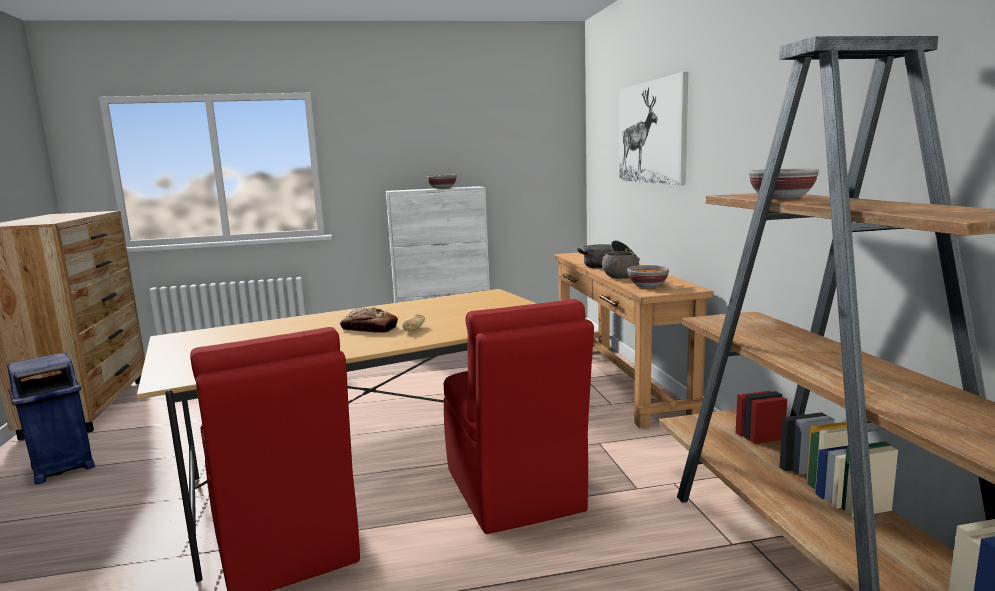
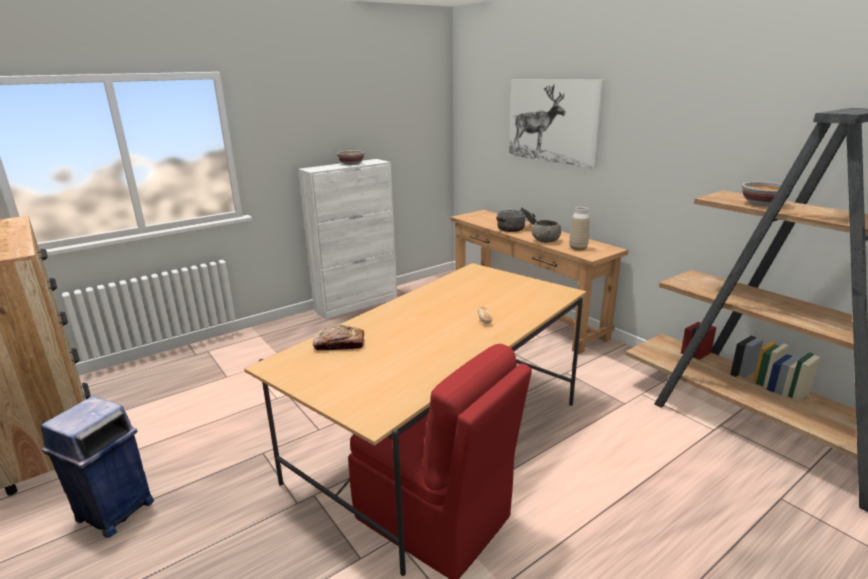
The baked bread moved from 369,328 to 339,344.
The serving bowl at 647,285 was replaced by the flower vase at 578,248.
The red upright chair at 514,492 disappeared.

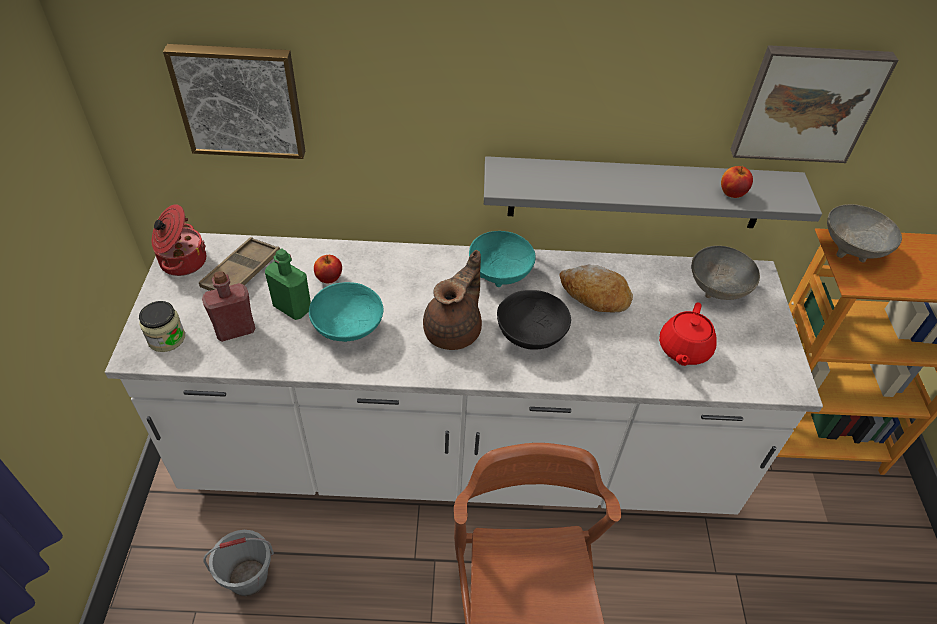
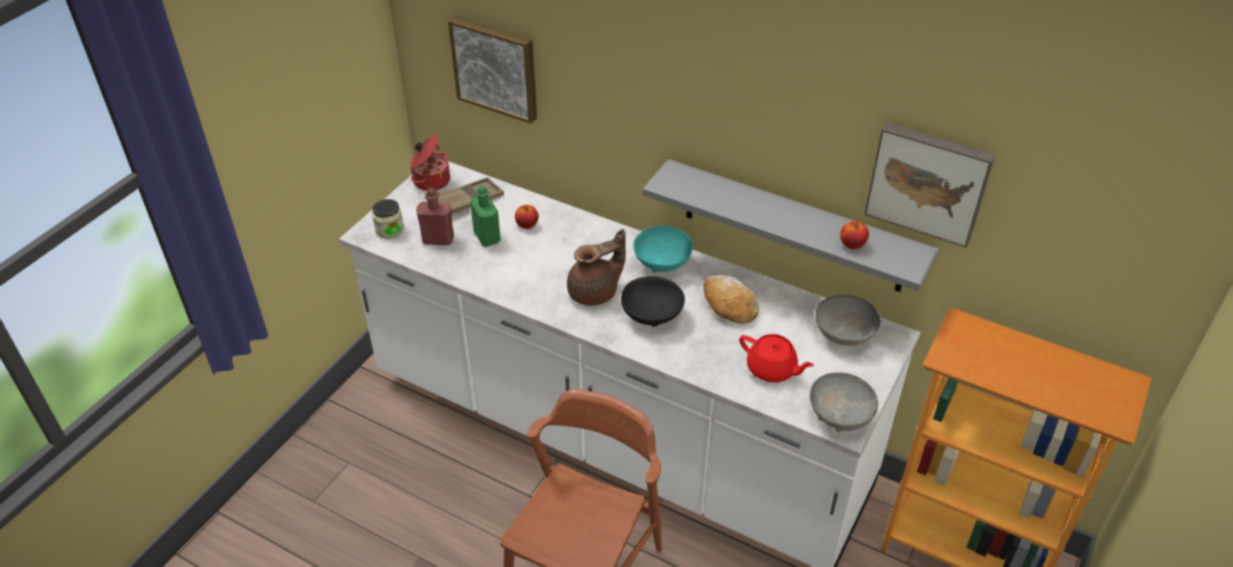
The red tea pot at 683,349 turned 105 degrees counterclockwise.
The gray serving bowl moved from 853,250 to 840,418.
The gray water bucket at 248,577 disappeared.
The turquoise serving bowl at 347,329 disappeared.

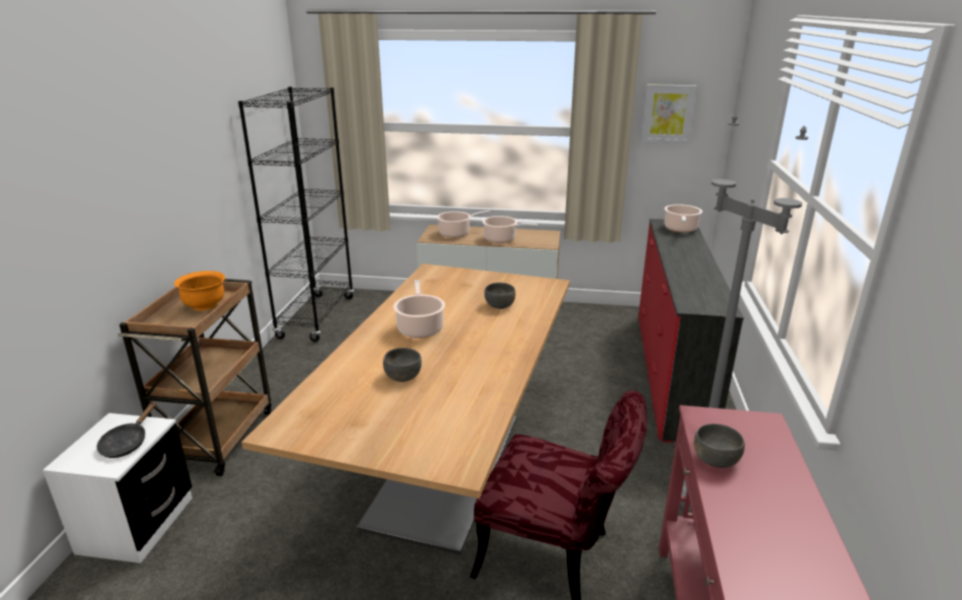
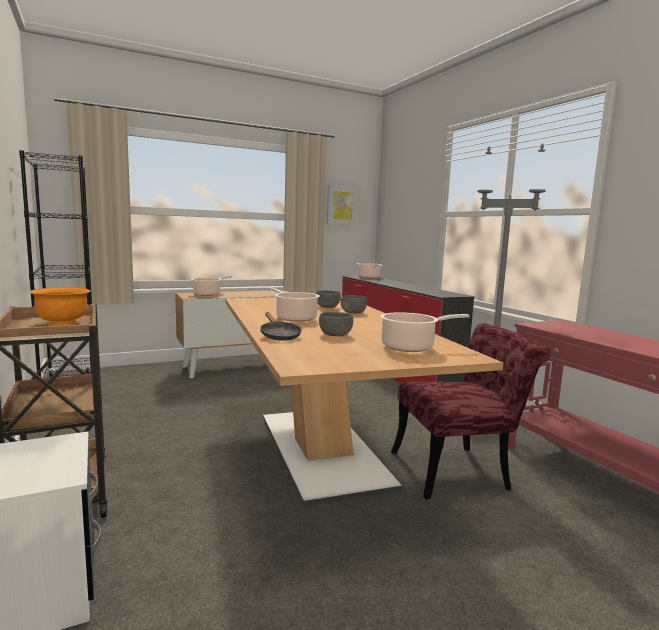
The black-coloured pan moved from 127,443 to 279,336.
The gray serving bowl moved from 715,459 to 353,312.
The stockpot moved from 502,239 to 411,347.

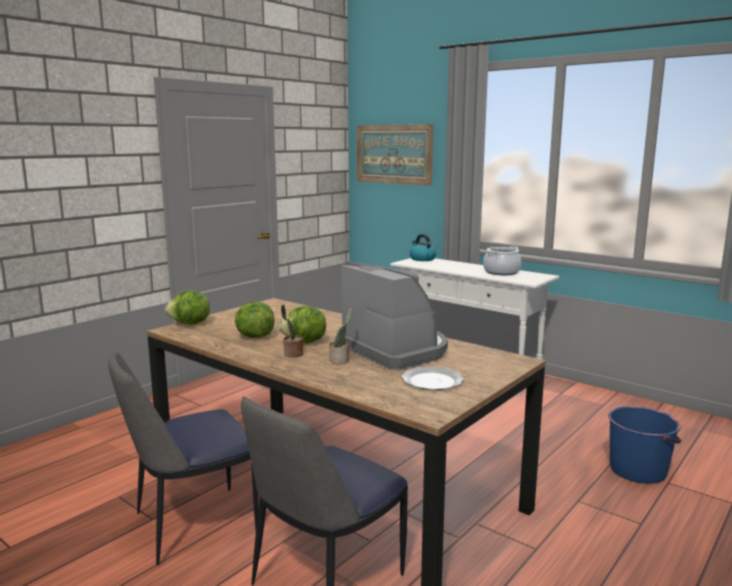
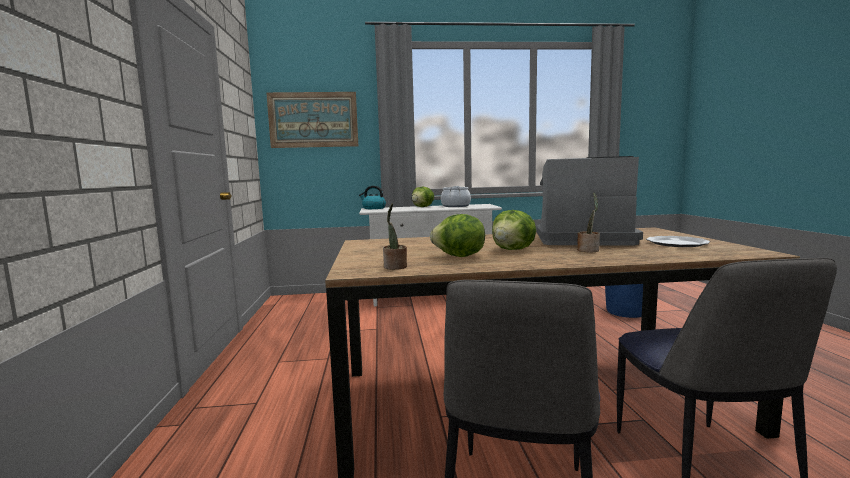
The plant in a pot moved from 292,354 to 395,267.
The head of lettuce moved from 190,324 to 423,207.

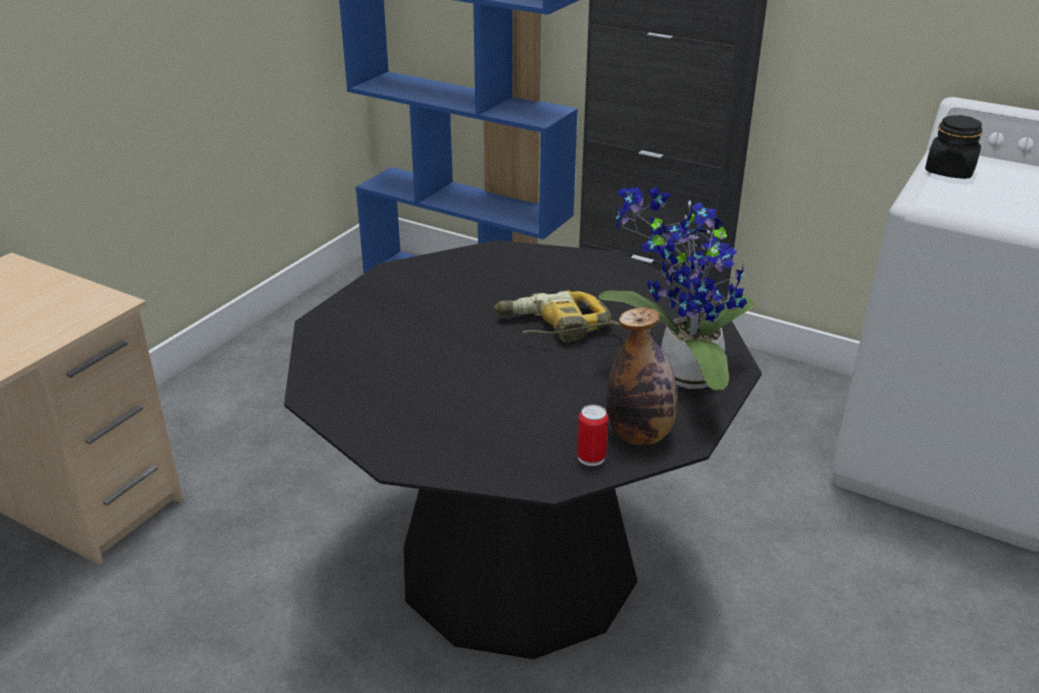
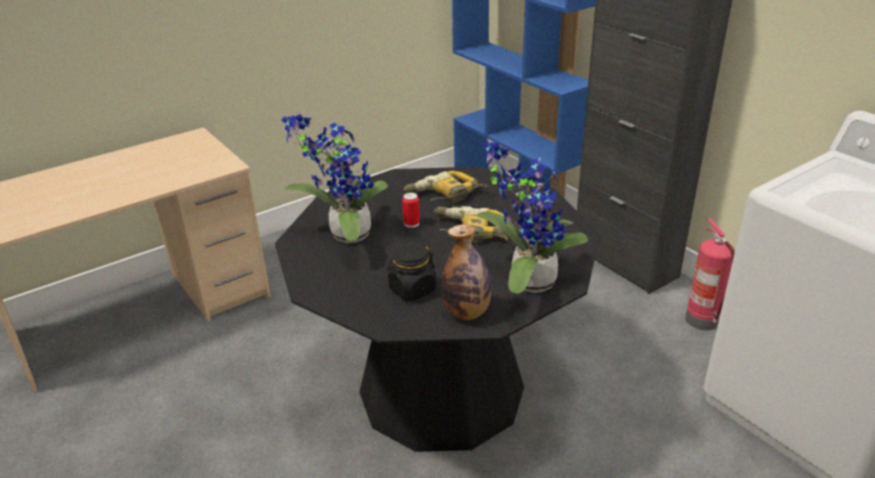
The plant in a pot at 345,235 appeared.
The black-coloured preserve jar moved from 949,171 to 412,289.
The metal can moved from 591,457 to 411,223.
The power drill at 445,195 appeared.
The fire extinguisher at 703,320 appeared.

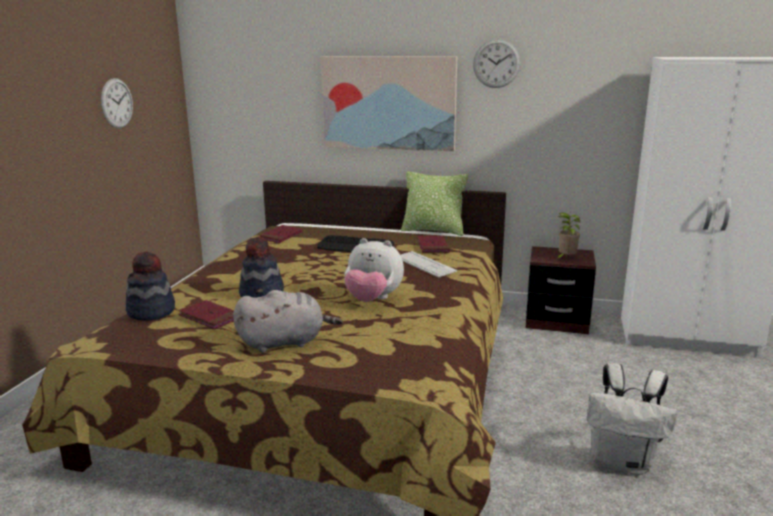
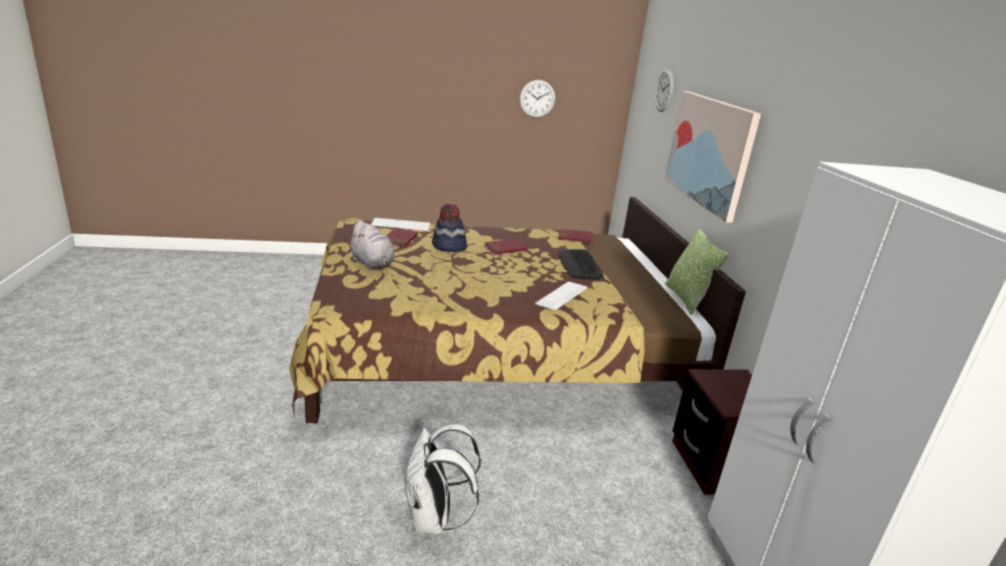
The wearable hat at 151,311 was replaced by the keyboard at 401,225.
The red book moved from 432,246 to 505,249.
The hanging clock moved from 496,63 to 664,90.
The soft toy at 373,300 disappeared.
The plant in a pot at 565,259 disappeared.

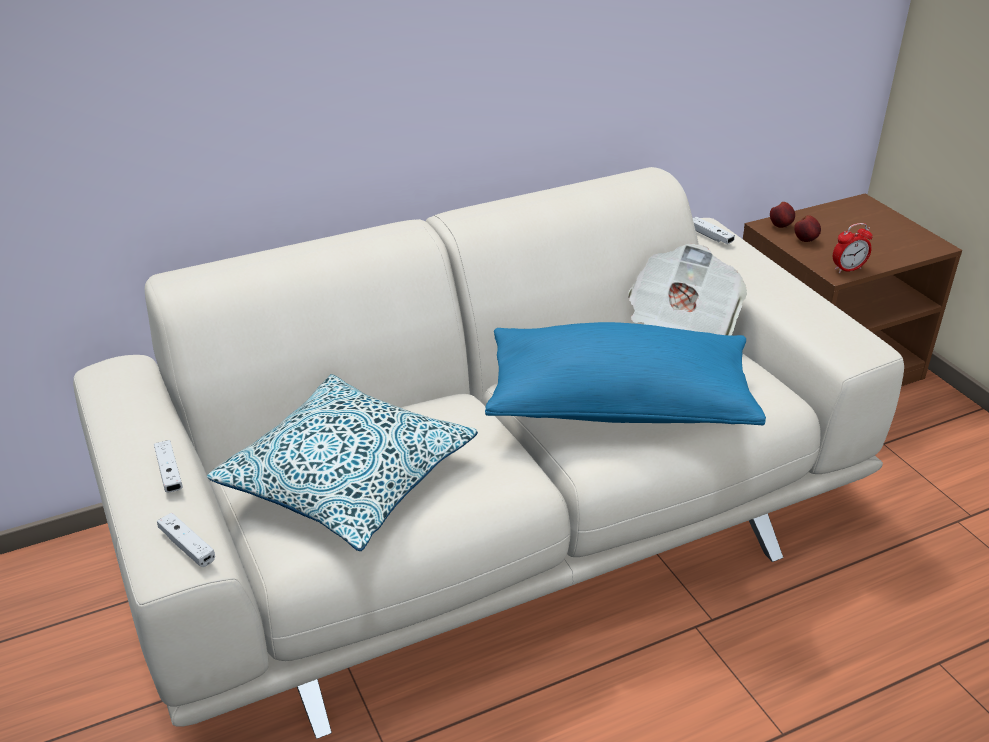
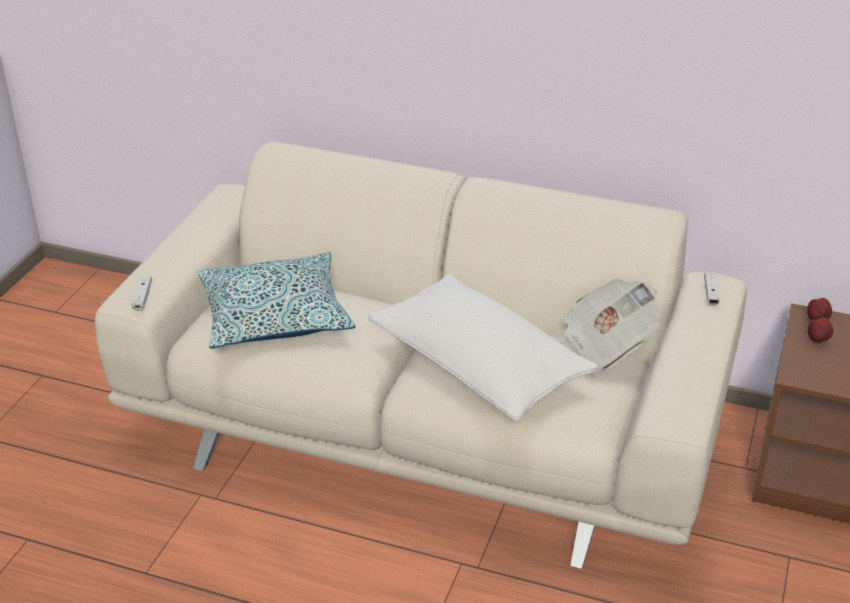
The blue-coloured throw pillow at 619,405 became the whitish throw pillow at 479,367.
The whitish gamepad at 169,473 disappeared.
The alarm clock at 848,269 disappeared.

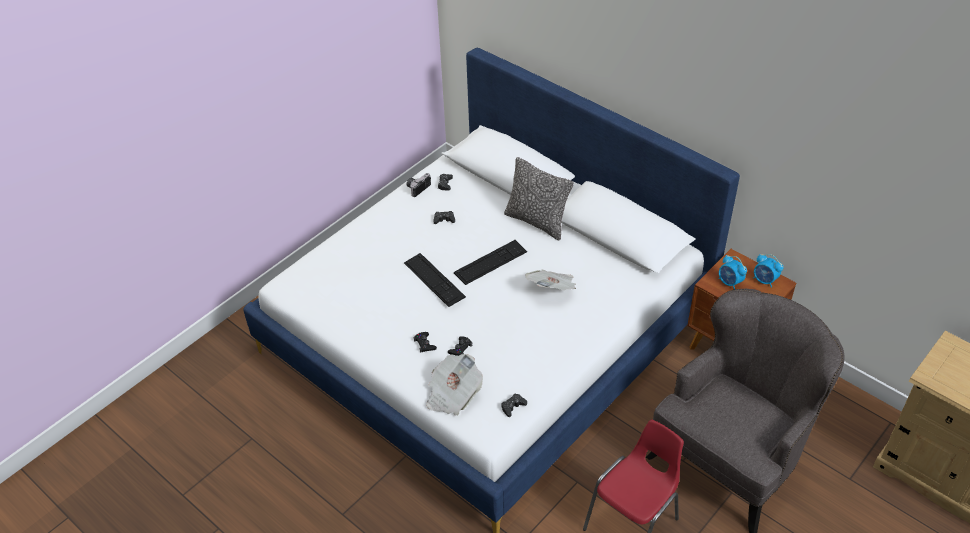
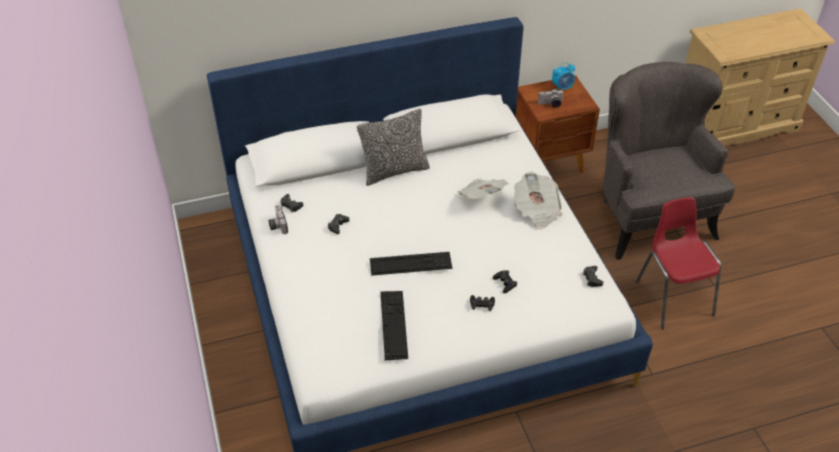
The keyboard moved from 490,262 to 394,324.
The newspaper moved from 453,394 to 537,210.
The alarm clock at 729,282 was replaced by the still camera at 551,104.

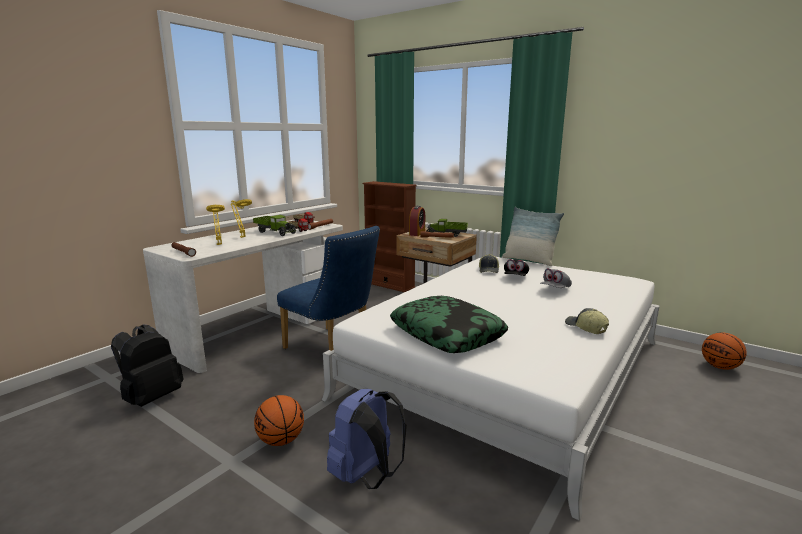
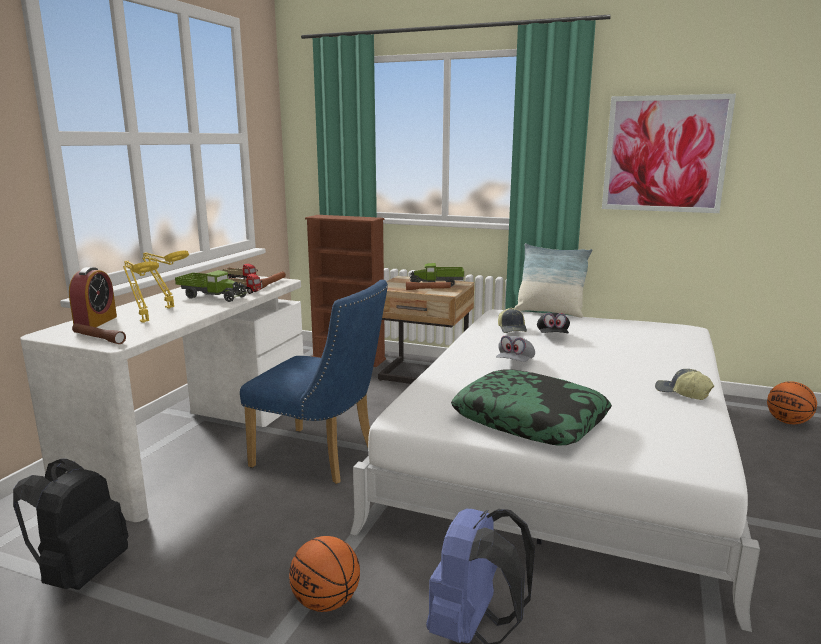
The alarm clock moved from 417,233 to 96,322.
The gray cap moved from 555,289 to 515,363.
The wall picture at 665,154 appeared.

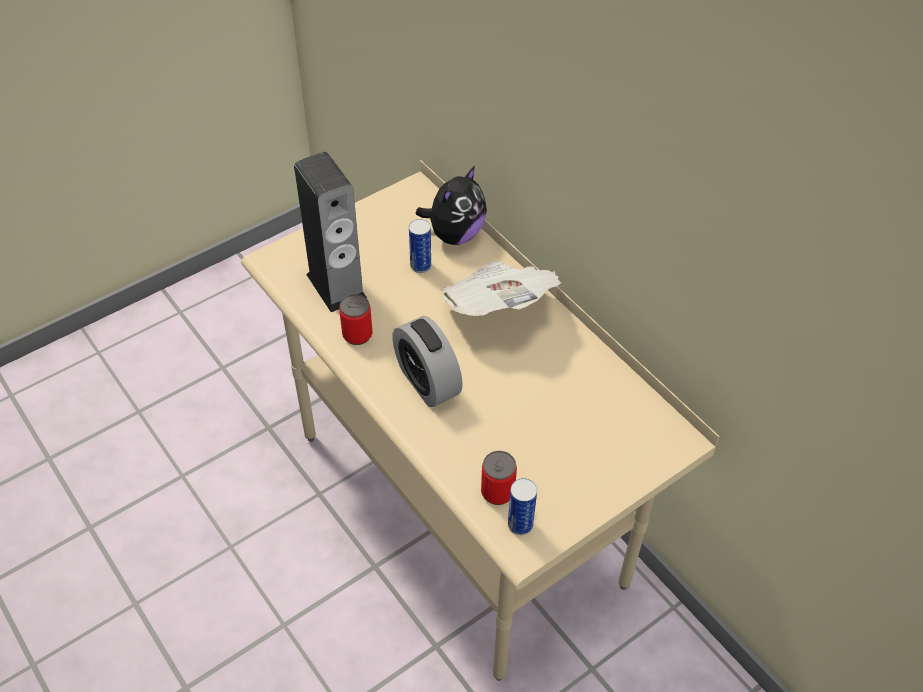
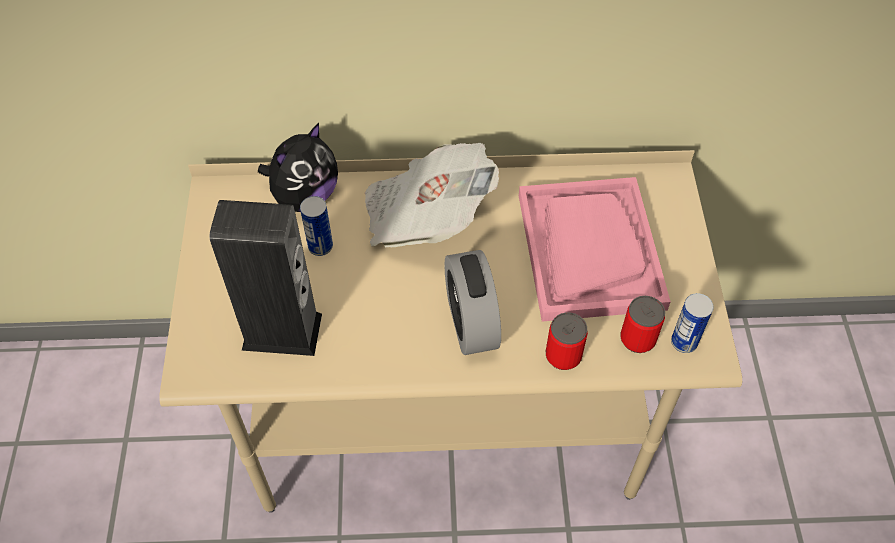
The soft toy at 455,234 turned 60 degrees clockwise.
The alarm clock at 427,382 turned 75 degrees clockwise.
The pinkish tray at 589,250 appeared.
The metal can moved from 357,334 to 563,356.

